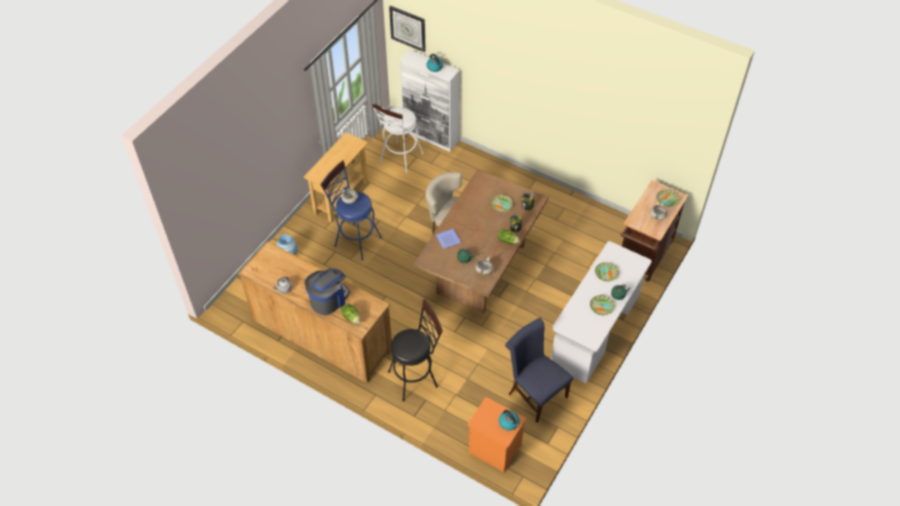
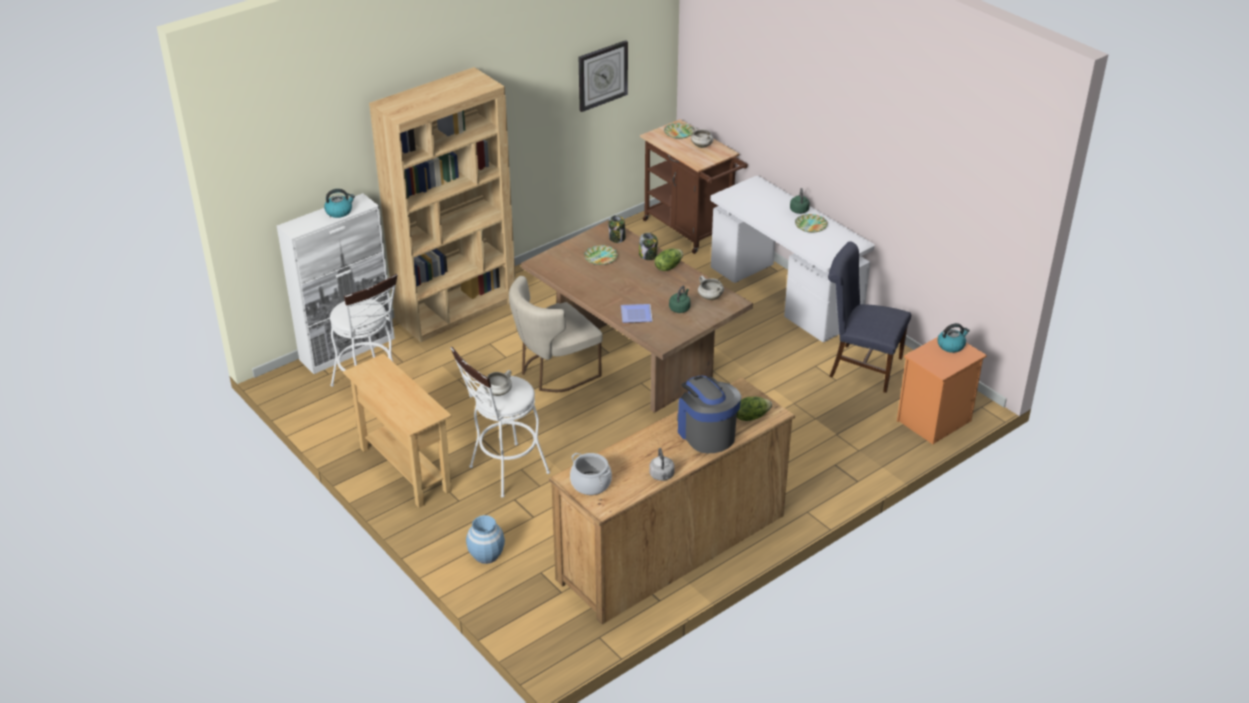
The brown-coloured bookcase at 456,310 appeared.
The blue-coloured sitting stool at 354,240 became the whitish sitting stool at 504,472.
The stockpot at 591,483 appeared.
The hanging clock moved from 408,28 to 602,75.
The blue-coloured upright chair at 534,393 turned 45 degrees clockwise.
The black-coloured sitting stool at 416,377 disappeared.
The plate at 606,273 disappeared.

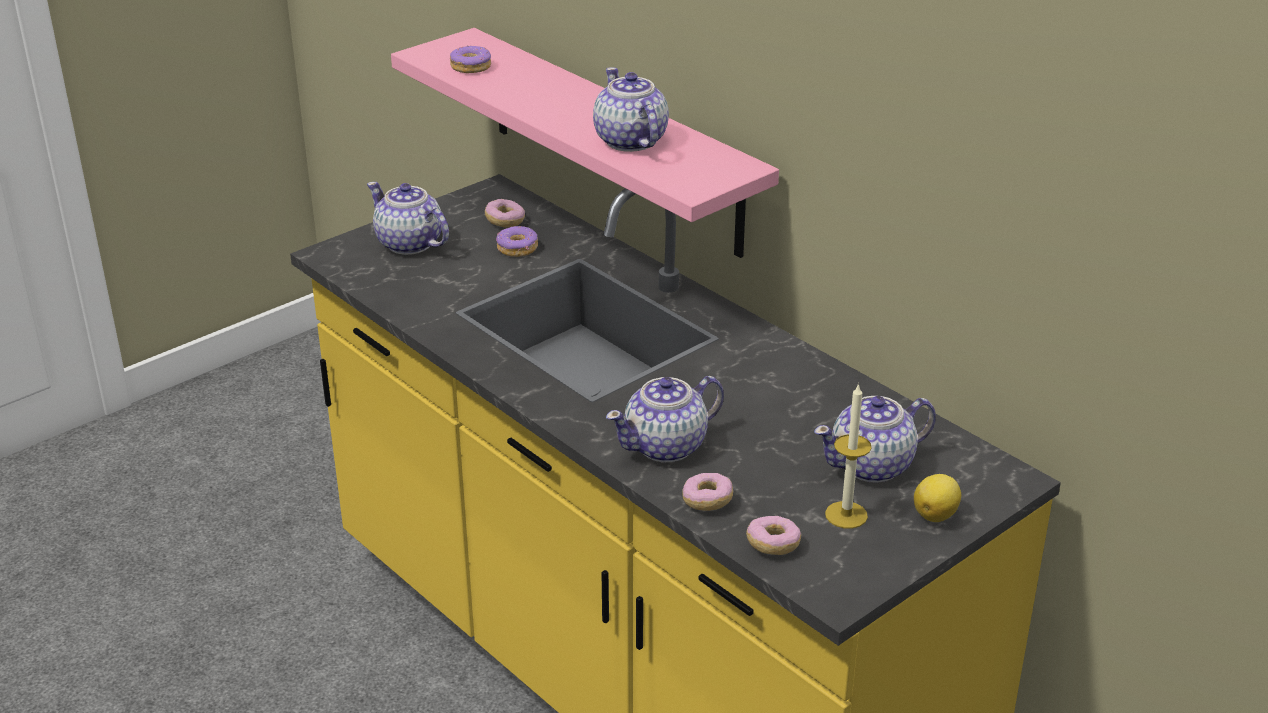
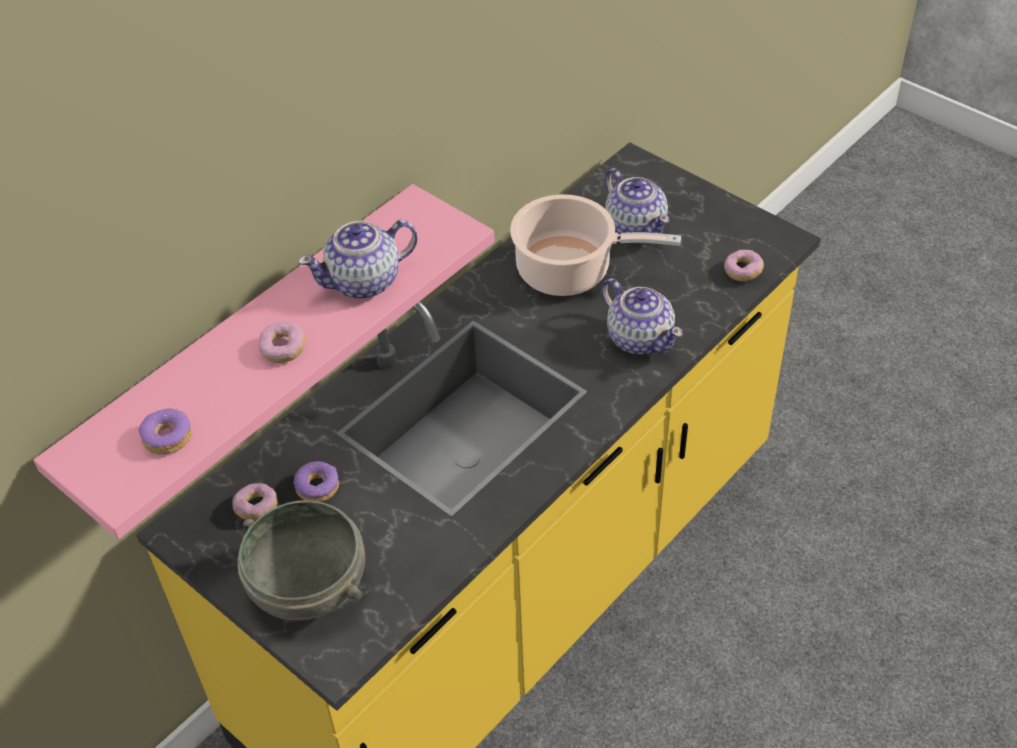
The tea pot at 409,244 was replaced by the gray serving bowl at 310,586.
The doughnut moved from 707,501 to 283,349.
The stockpot at 570,270 appeared.
The wax candle at 846,515 disappeared.
The whole lemon at 936,514 disappeared.

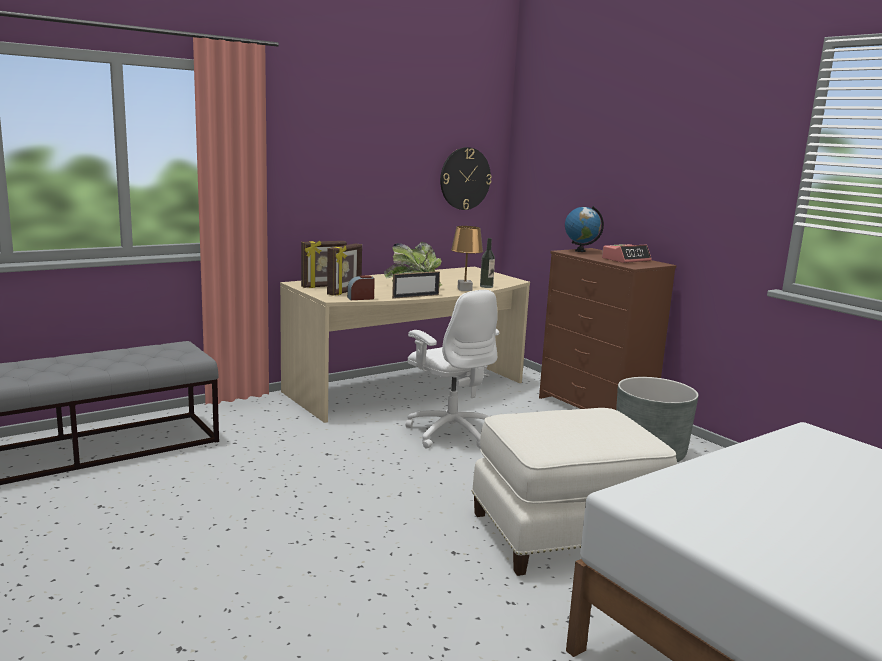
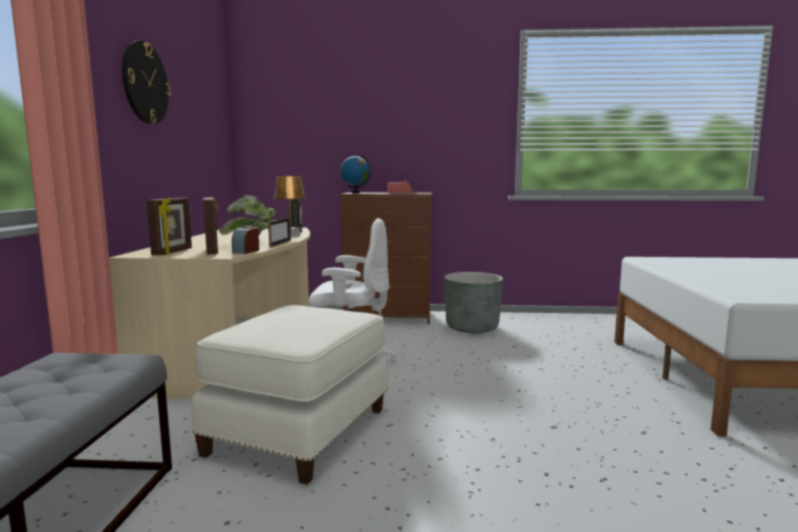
The hanging clock moved from 465,178 to 145,83.
The whitish ottoman moved from 566,535 to 301,432.

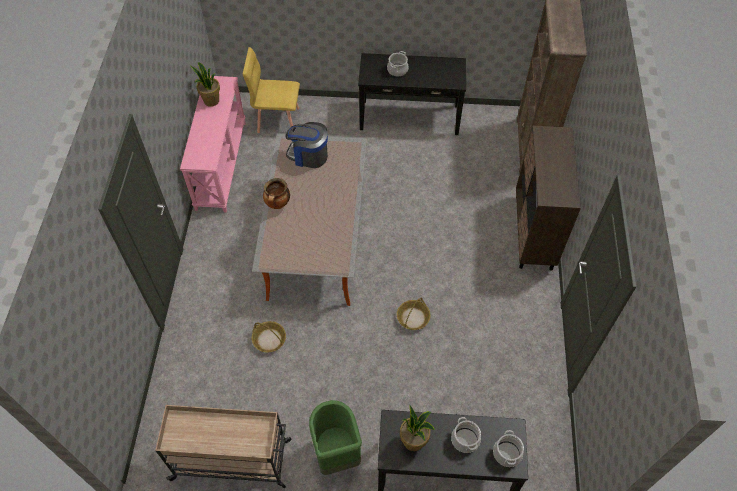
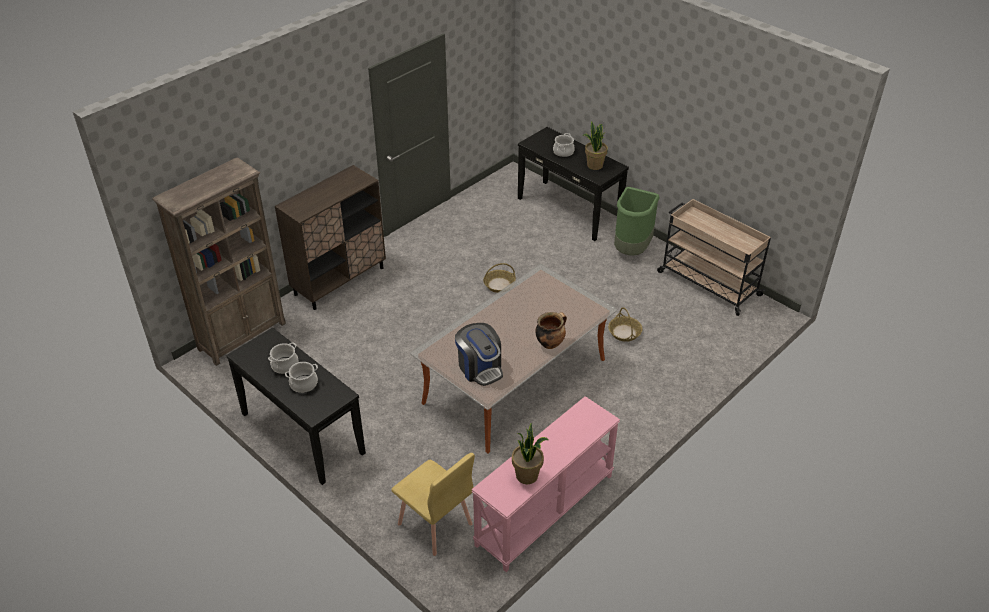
The stockpot moved from 507,453 to 285,365.

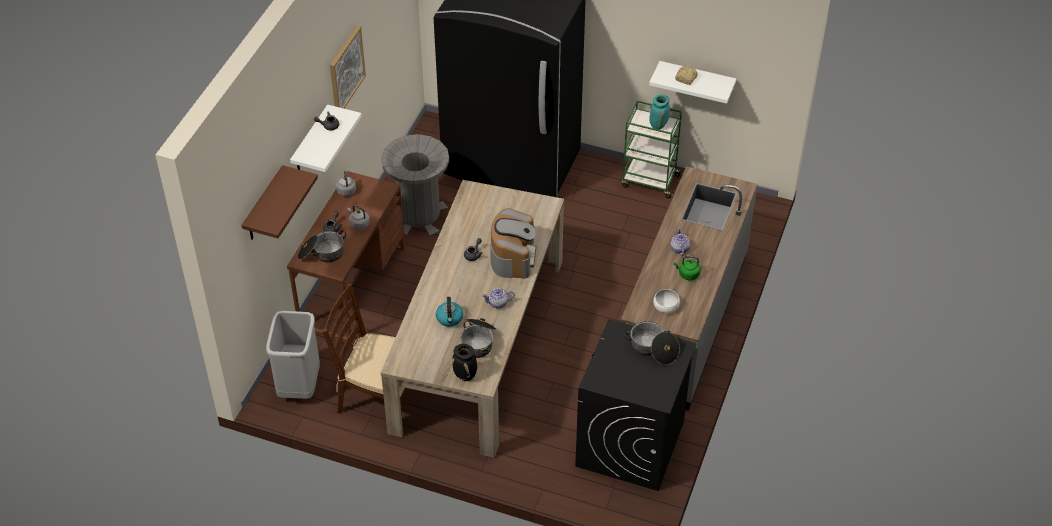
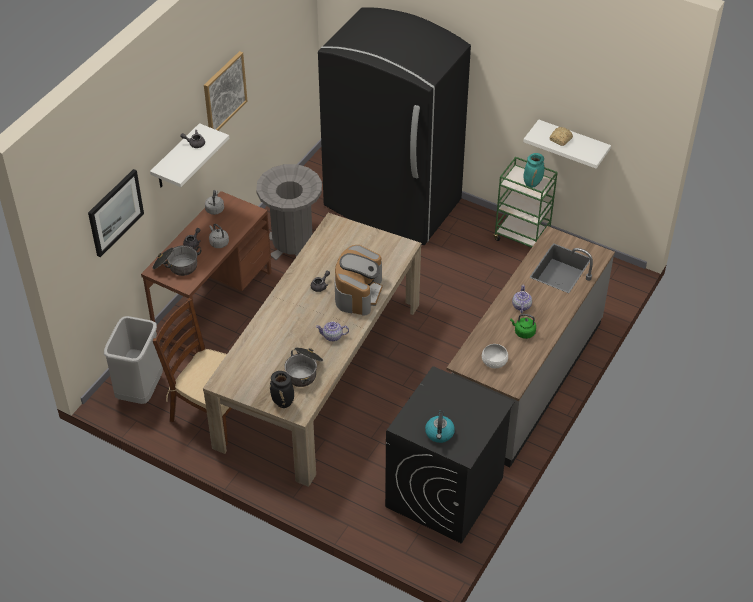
The brown-coloured bracket shelf at 264,205 was replaced by the wall picture at 115,212.
The kettle moved from 450,318 to 439,433.
The stockpot at 652,349 disappeared.

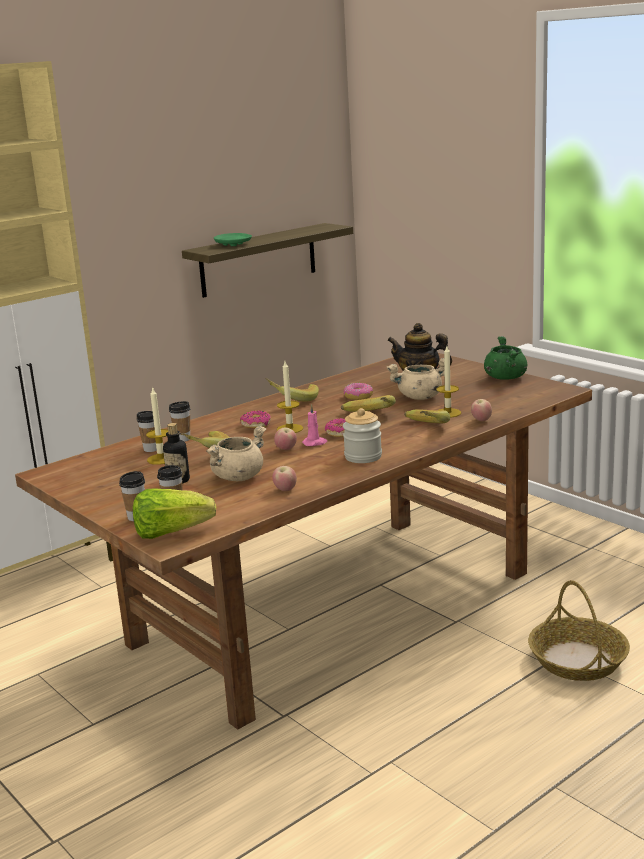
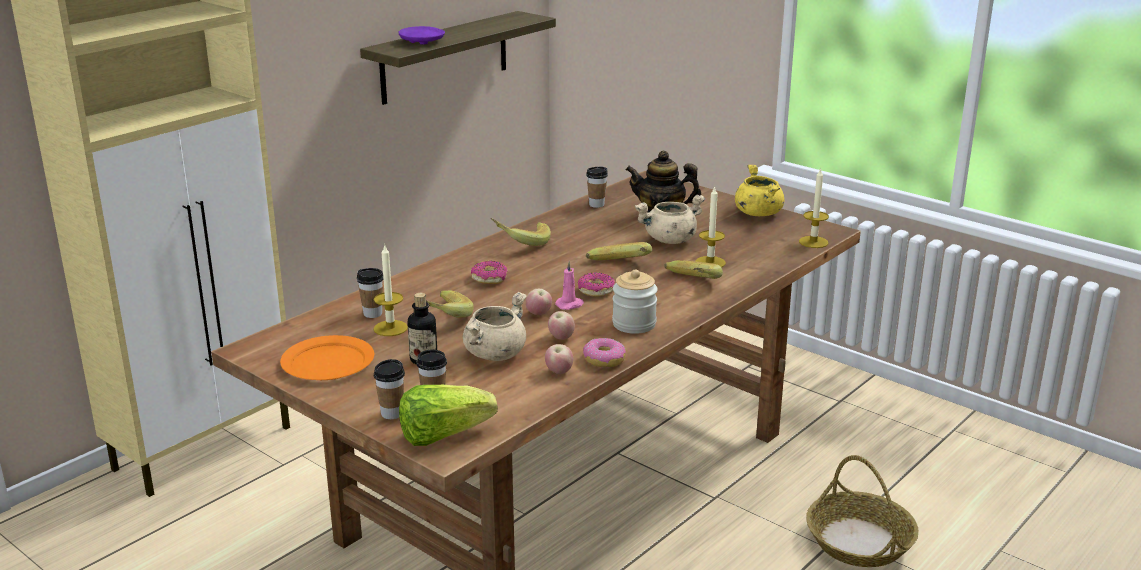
The orange-coloured plate at 328,363 appeared.
The green plate at 233,244 became the purple plate at 422,42.
The apple fruit moved from 481,420 to 561,338.
The doughnut moved from 358,397 to 604,360.
The small cup moved from 183,439 to 596,205.
The green stockpot at 505,377 became the yellow-coloured stockpot at 758,213.
The wax candle moved from 290,429 to 813,242.

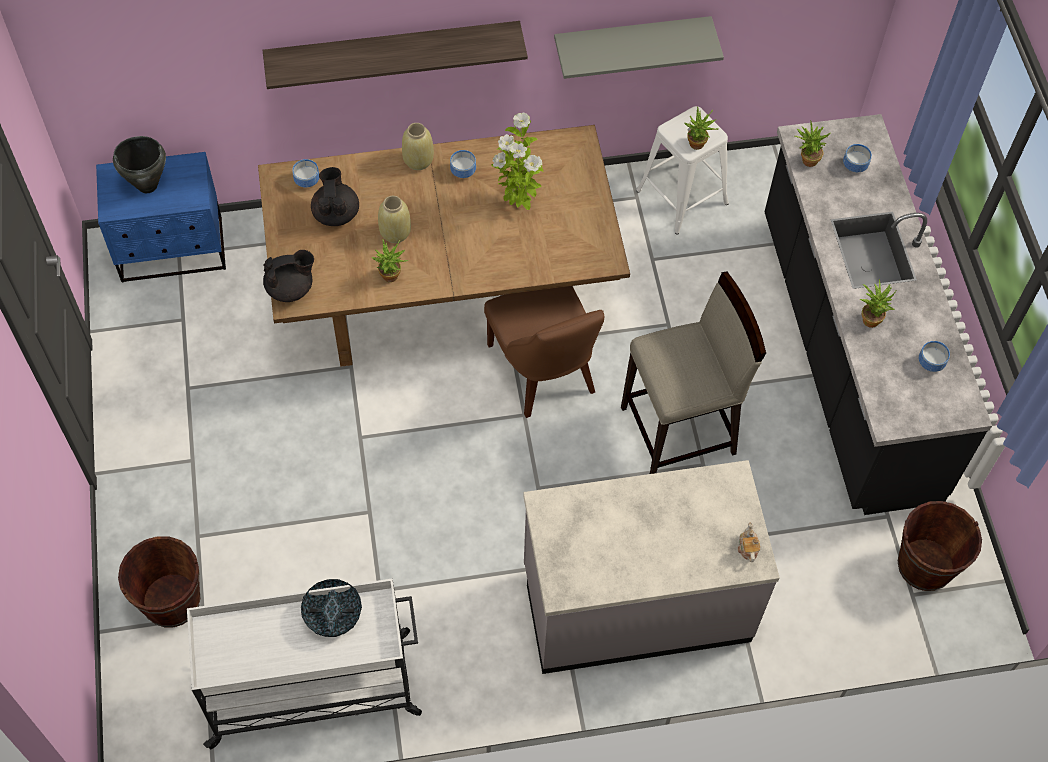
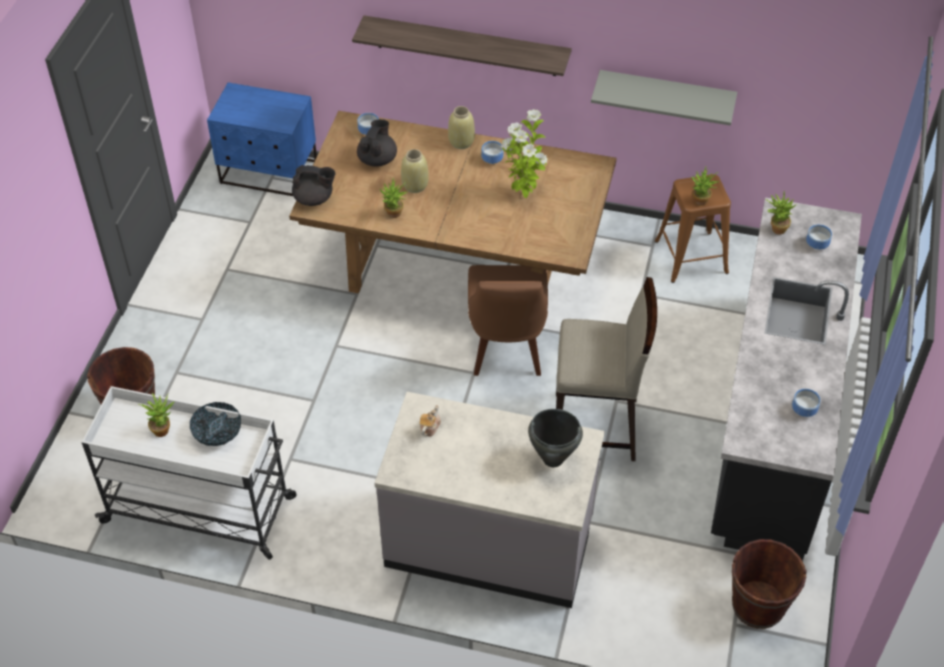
The plant in a pot moved from 870,317 to 163,428.
The tea pot moved from 747,548 to 429,427.
The black-coloured stockpot moved from 147,185 to 552,458.
The whitish sitting stool at 682,196 became the brown-coloured sitting stool at 691,256.

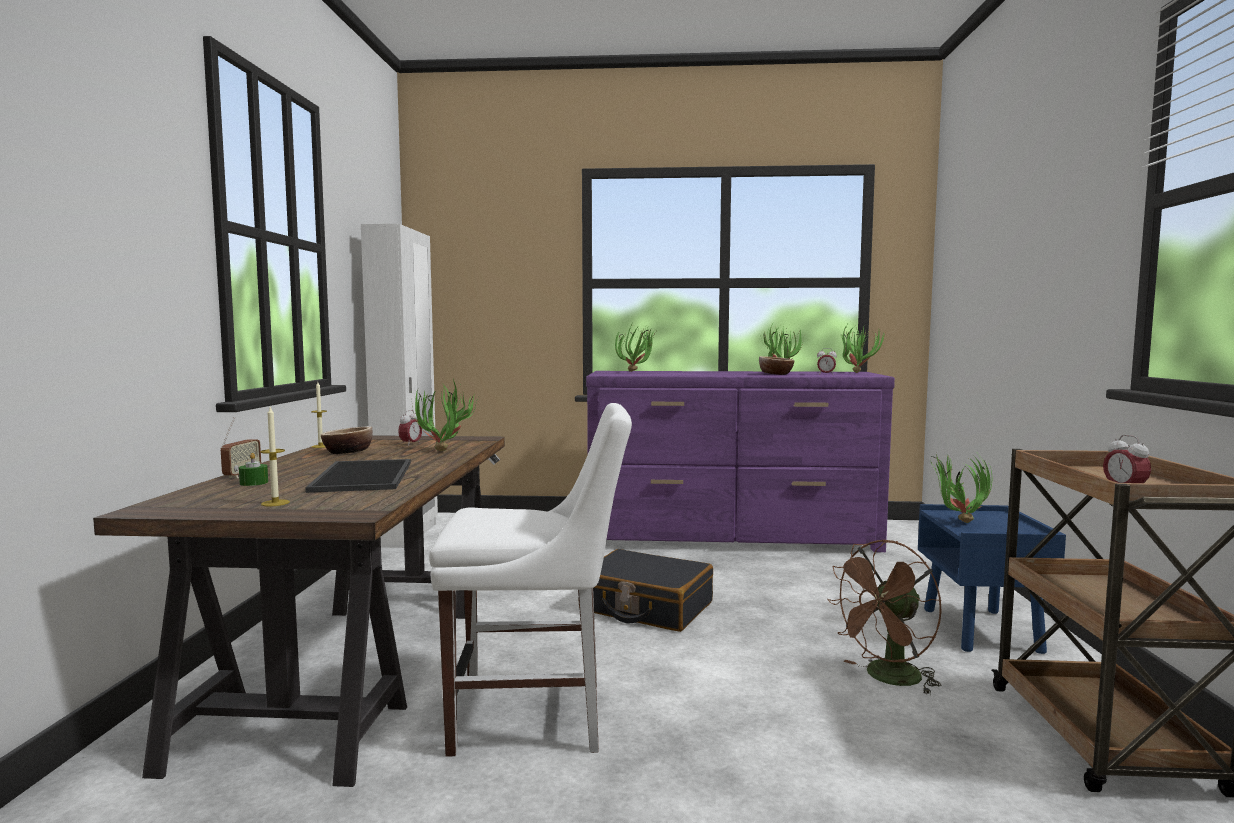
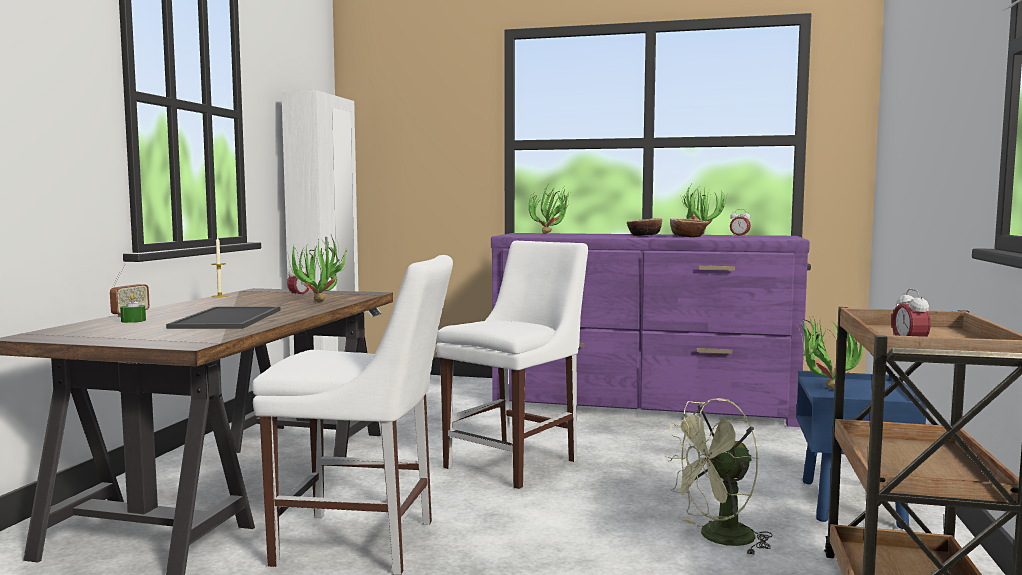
The black-coloured suitcase at 646,607 was replaced by the whitish upright chair at 516,462.
The serving bowl moved from 348,452 to 644,235.
The brown-coloured fan at 887,679 became the green fan at 718,539.
The wax candle at 275,503 disappeared.
The plant in a pot at 857,372 disappeared.

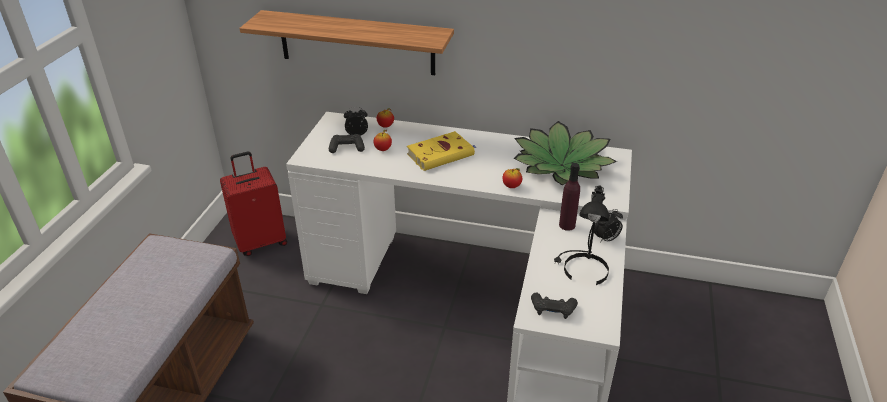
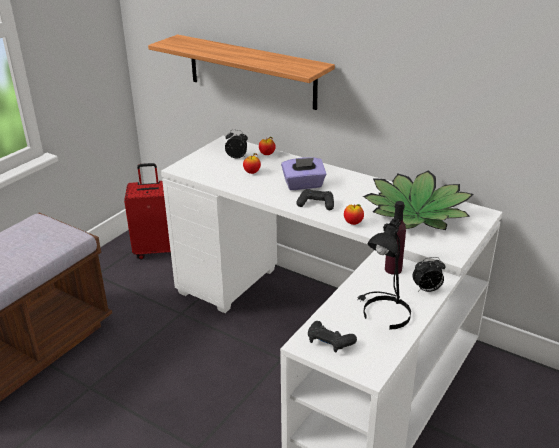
The yellow-coloured book at 442,154 was replaced by the purple tissue box at 303,185.
The black-coloured gamepad moved from 347,148 to 316,204.

